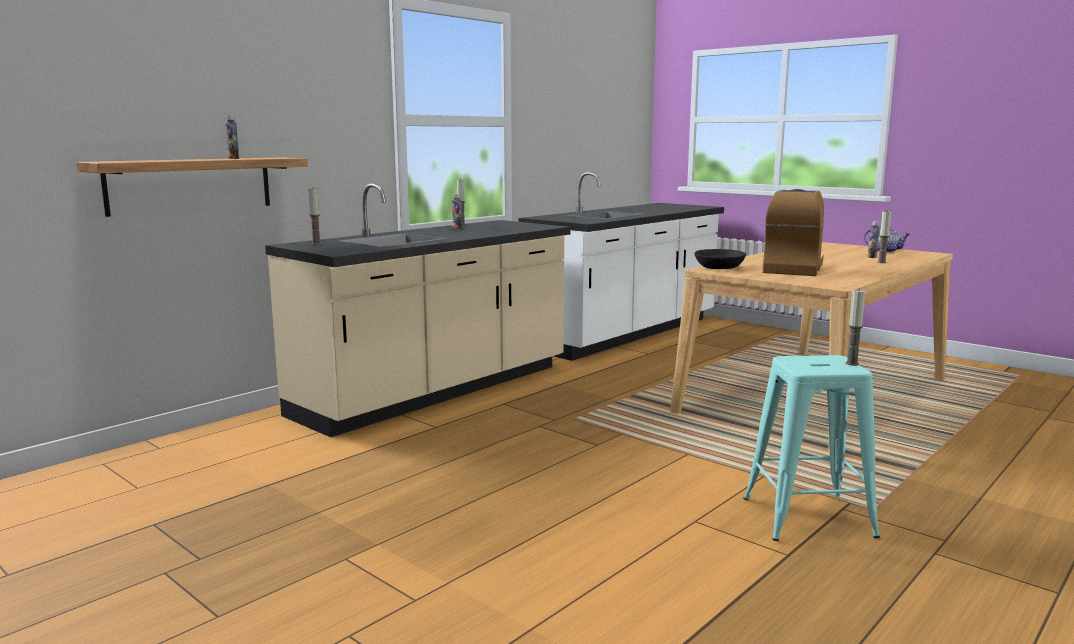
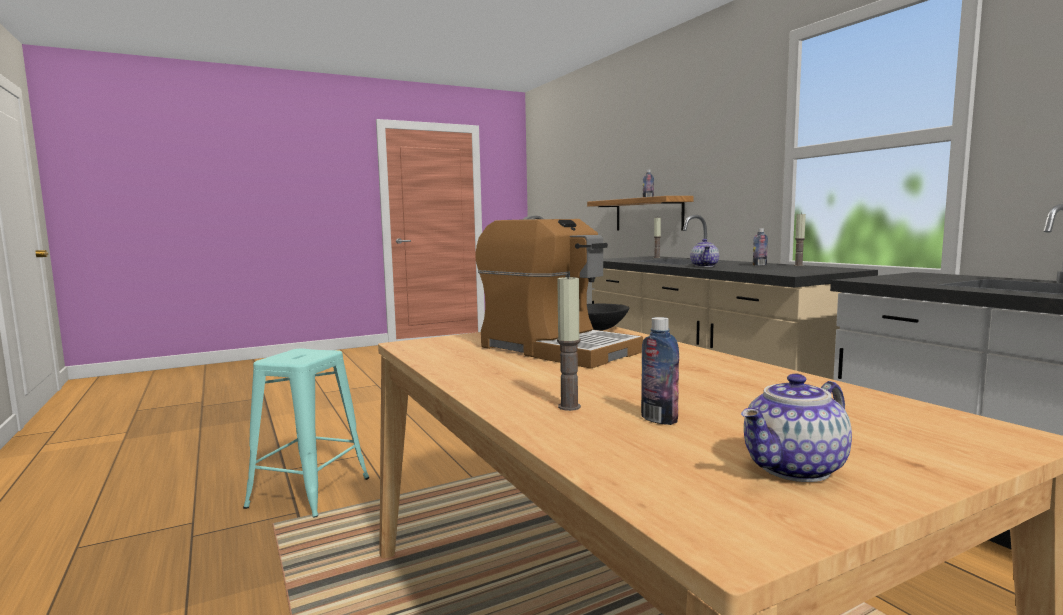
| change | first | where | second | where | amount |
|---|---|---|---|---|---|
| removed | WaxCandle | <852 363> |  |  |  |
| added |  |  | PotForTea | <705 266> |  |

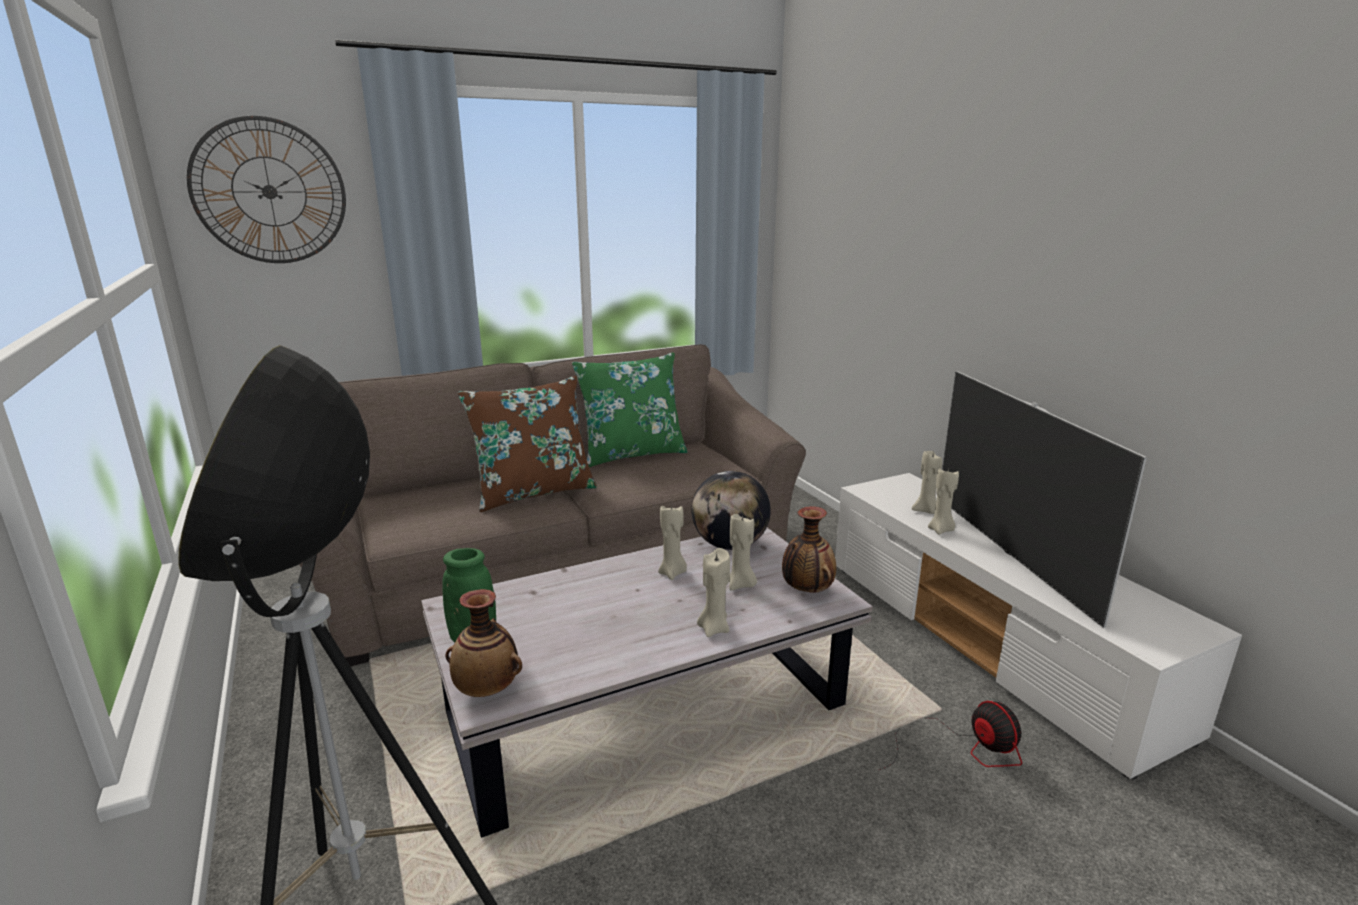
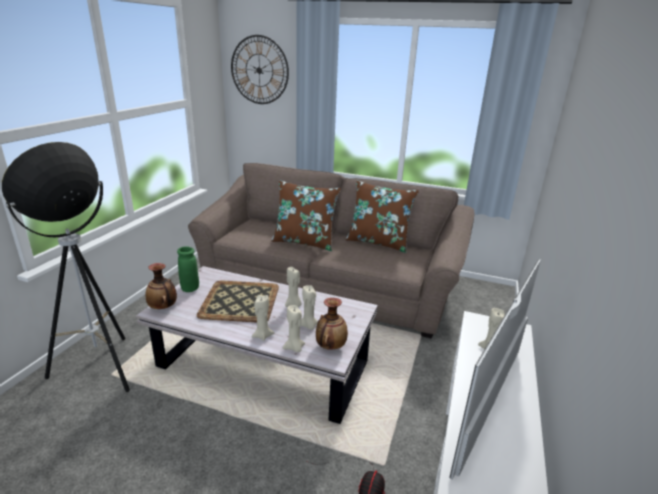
| change | first | where | second | where | amount |
|---|---|---|---|---|---|
| recoloured | GreenishCushion | <632 454> | BrownColouredCushion | <378 242> |  |
| removed | DeskGlobe | <729 545> |  |  |  |
| moved | SandColouredWaxCandle | <941 530> |  | <294 348> |  |
| added |  |  | Tray | <239 301> |  |

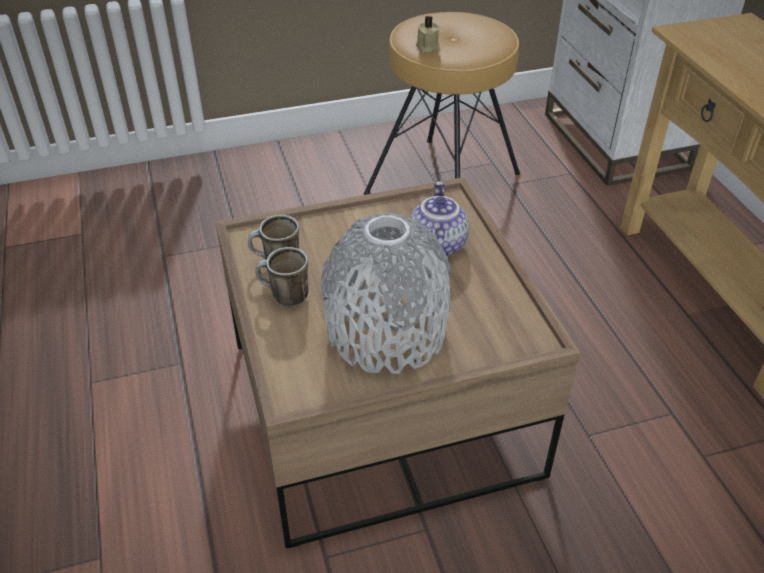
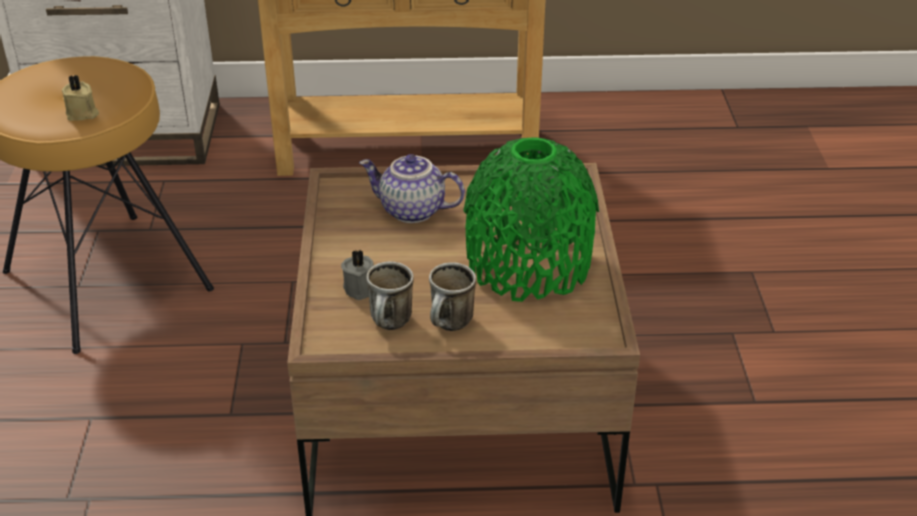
| change | first | where | second | where | amount |
|---|---|---|---|---|---|
| recoloured | GrayVase | <386 331> | GreenishVase | <528 264> |  |
| added |  |  | GrayWaxCandle | <361 288> |  |

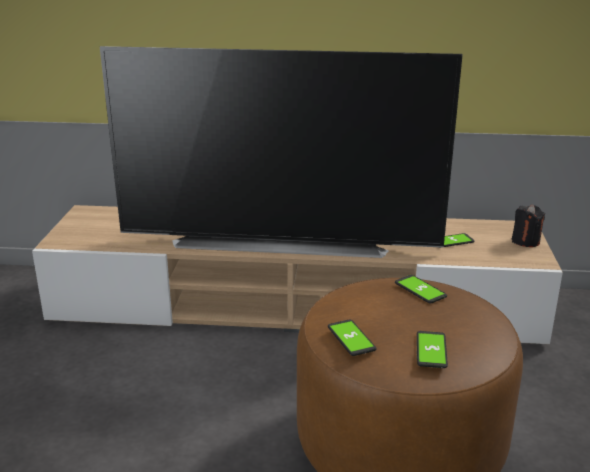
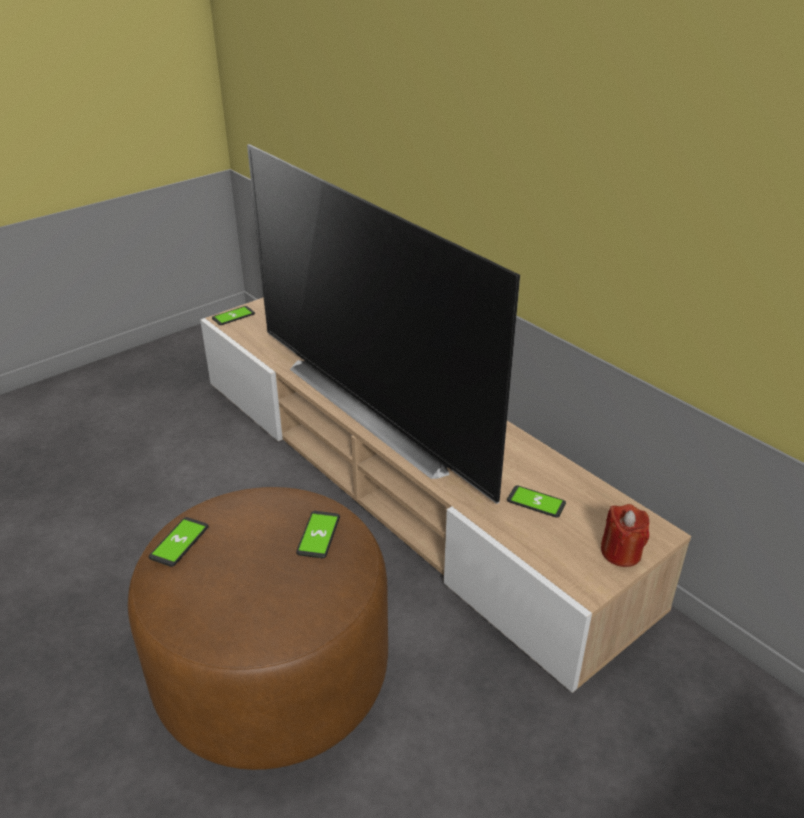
| change | first | where | second | where | amount |
|---|---|---|---|---|---|
| moved | Handset | <431 350> |  | <233 316> |  |
| recoloured | BlackishWaxCandle | <525 241> | RedColouredWaxCandle | <621 552> |  |

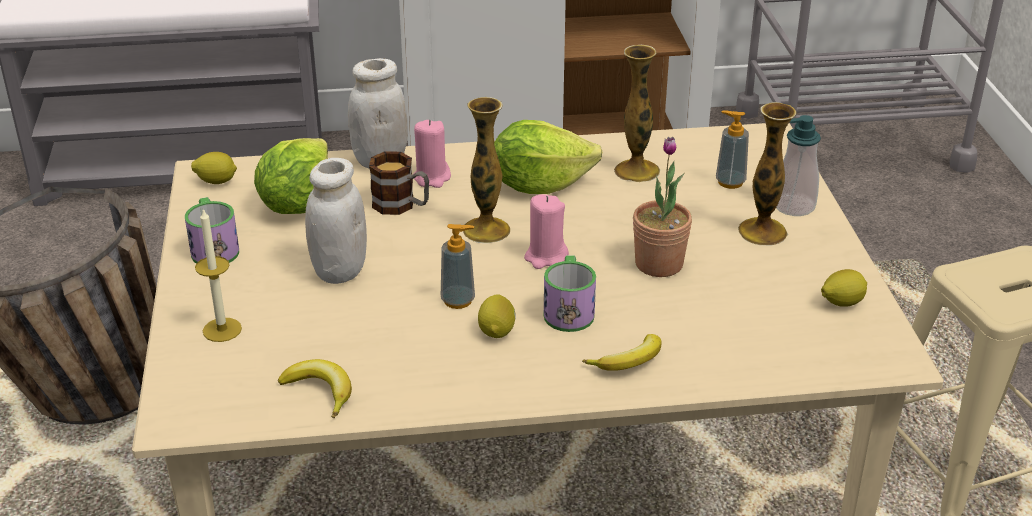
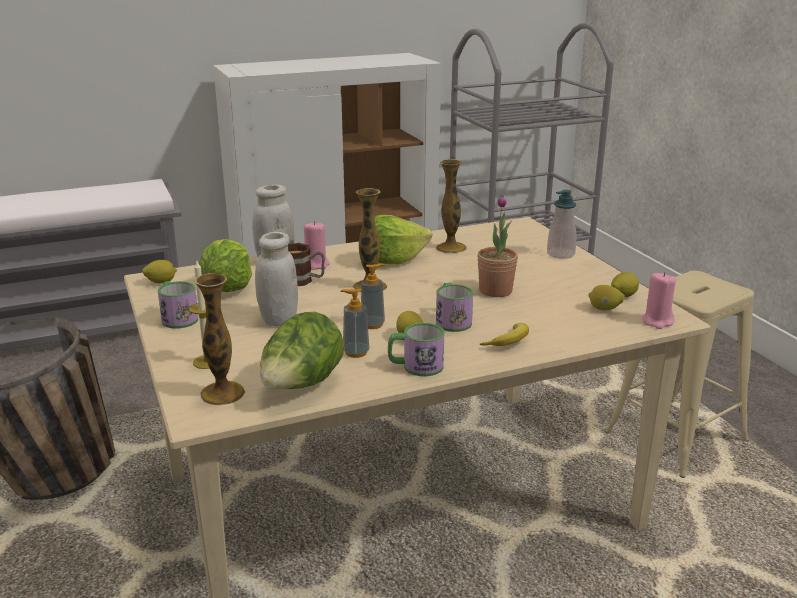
| change | first | where | second | where | amount |
|---|---|---|---|---|---|
| replaced | Banana | <320 391> | HeadOfLettuce | <302 386> |  |
| moved | PinkishWaxCandle | <545 257> |  | <657 321> |  |
| moved | SoapDispenser | <730 182> |  | <356 352> |  |
| moved | Vase | <762 231> |  | <222 393> |  |
| added |  |  | TeaMug | <415 366> |  |
| added |  |  | WholeLemon | <604 309> |  |

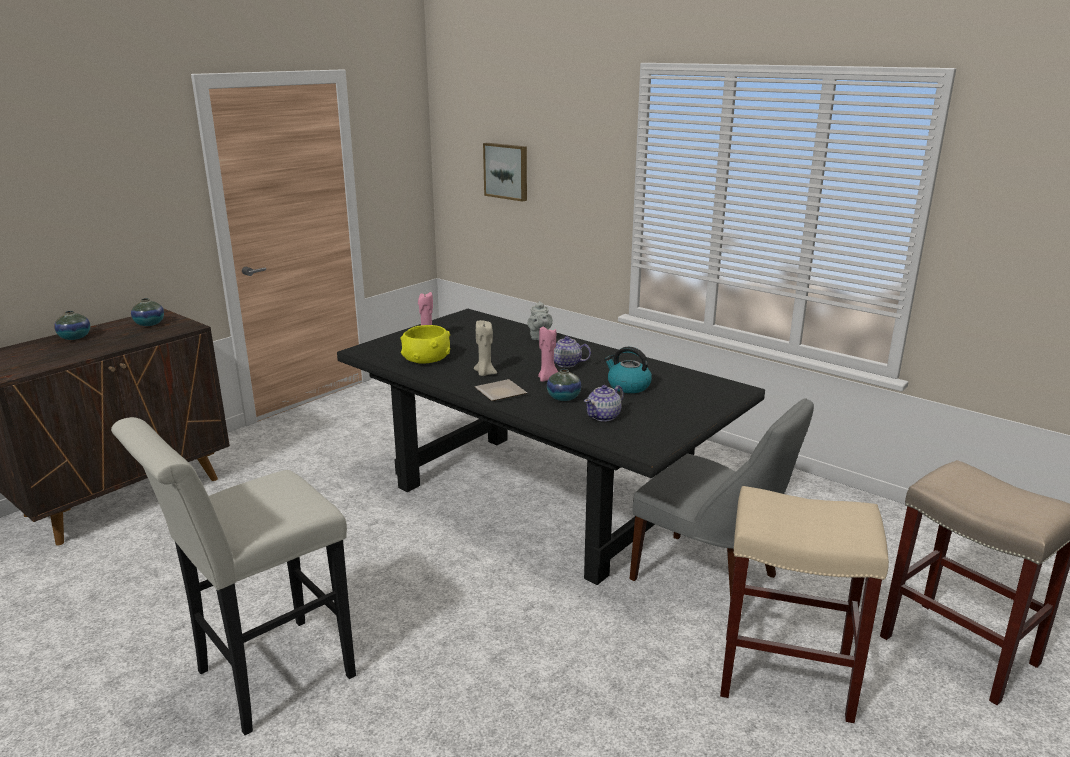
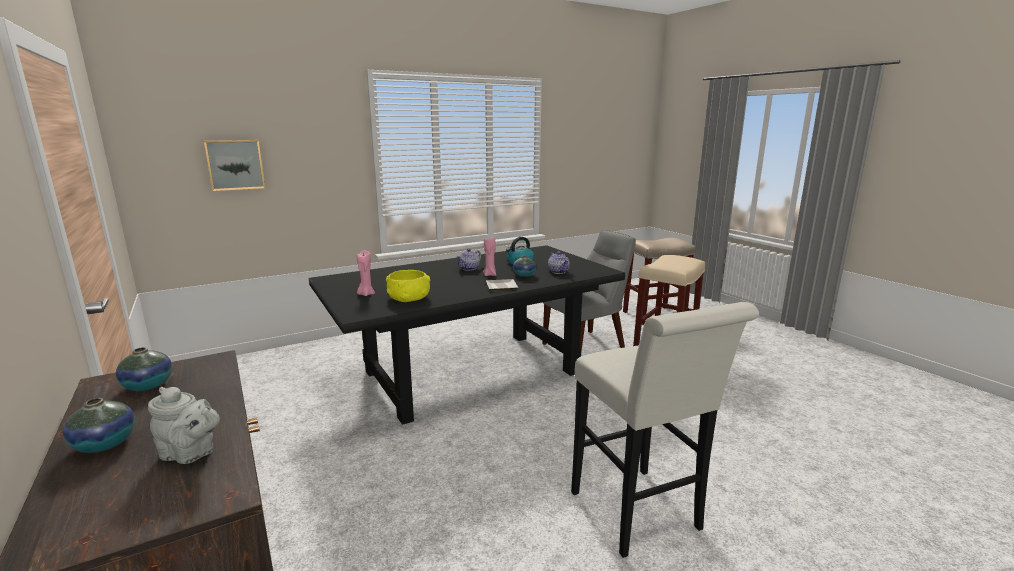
| change | first | where | second | where | amount |
|---|---|---|---|---|---|
| removed | SandColouredWaxCandle | <484 373> |  |  |  |
| moved | GrayPotForTea | <539 338> |  | <191 454> |  |

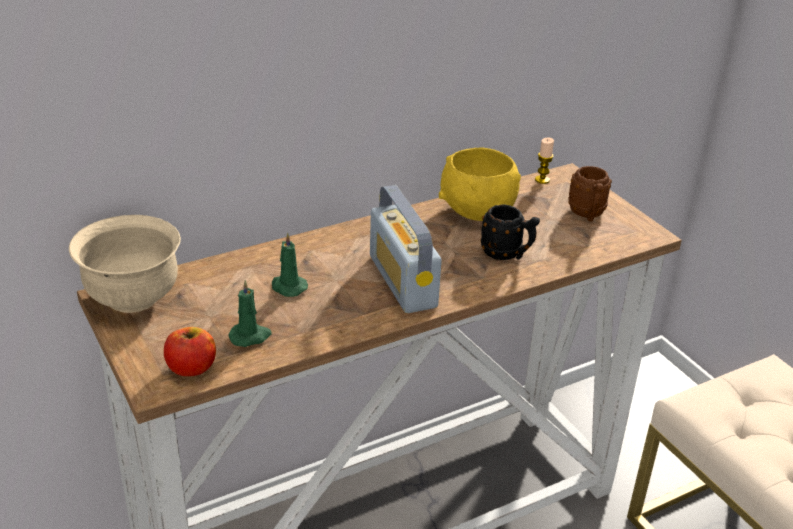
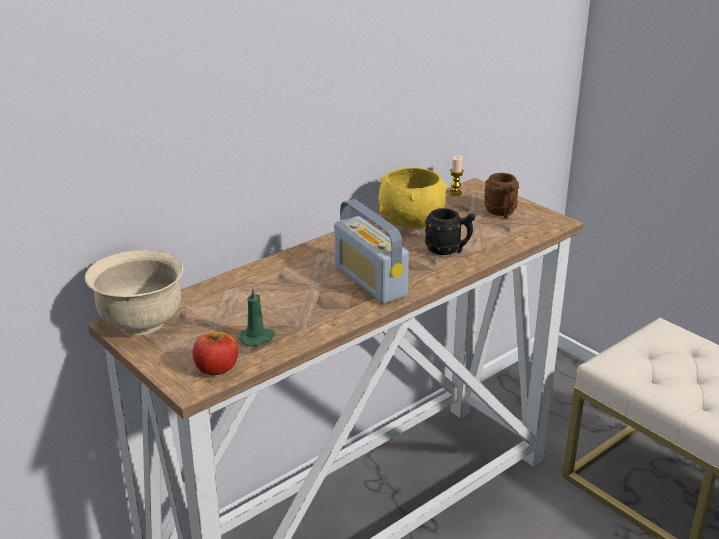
| change | first | where | second | where | amount |
|---|---|---|---|---|---|
| removed | GreenishWaxCandle | <288 287> |  |  |  |

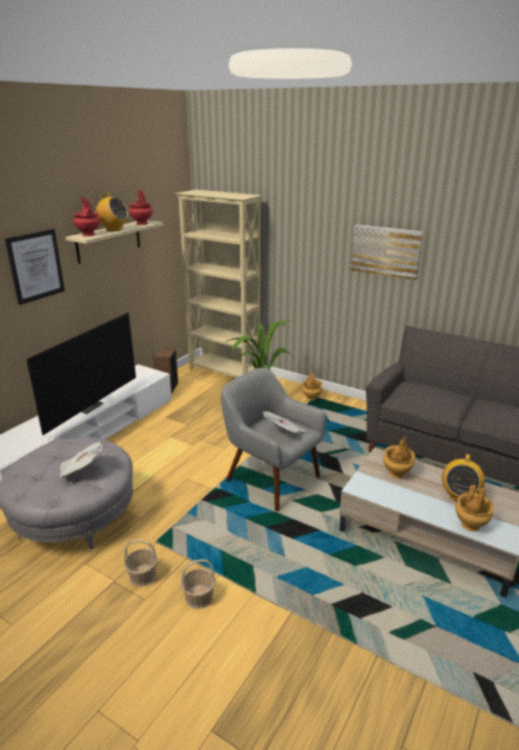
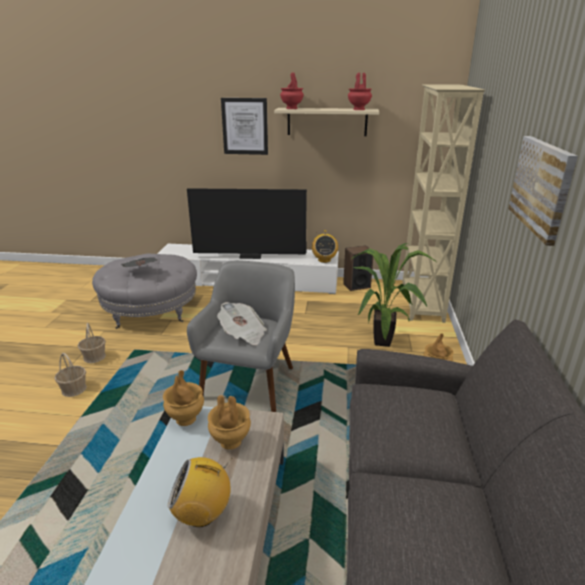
| change | first | where | second | where | amount |
|---|---|---|---|---|---|
| moved | Radio | <113 229> |  | <324 260> |  |
| moved | BrownColouredVase | <469 525> |  | <186 418> |  |

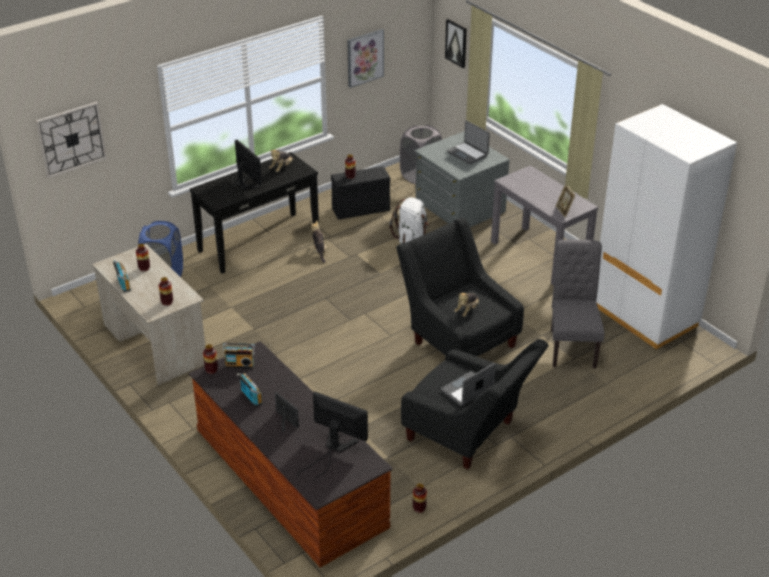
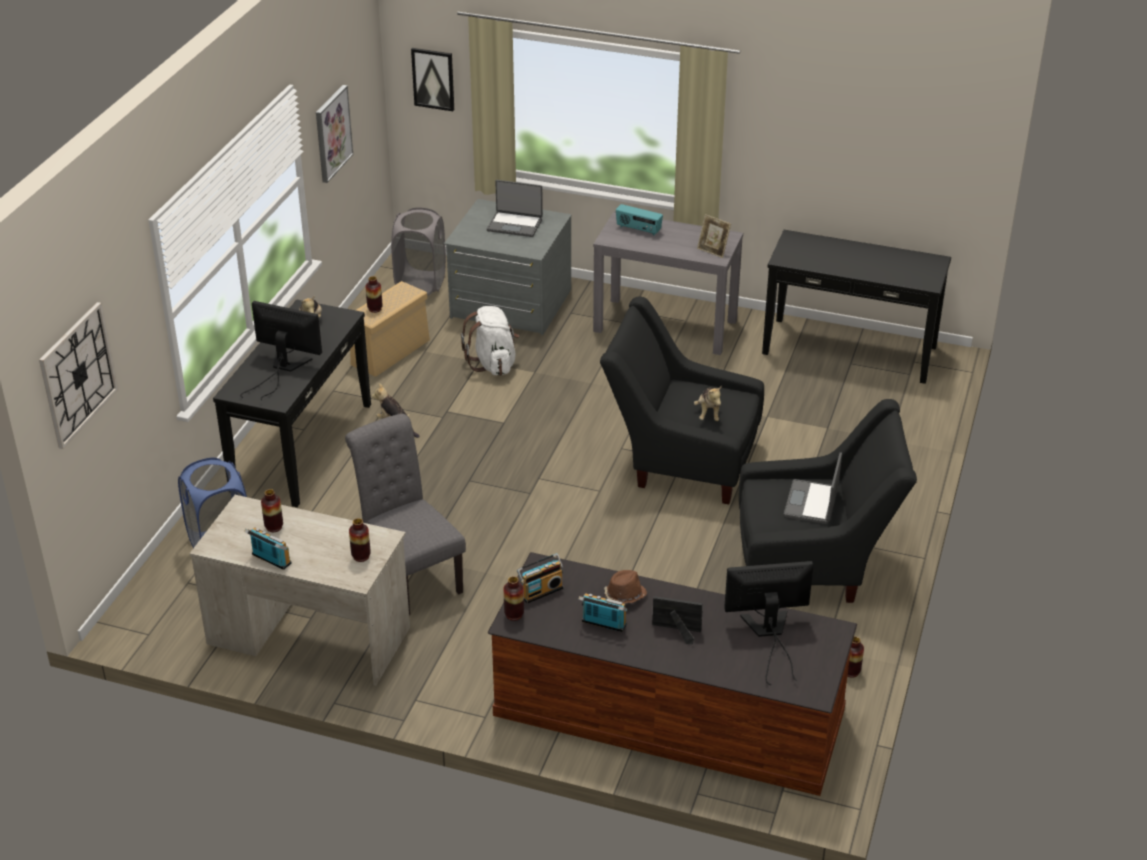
| change | first | where | second | where | amount |
|---|---|---|---|---|---|
| recoloured | BlackishStorageBox | <361 209> | SandColouredStorageBox | <391 352> |  |
| moved | GrayPlainChair | <571 345> |  | <409 575> |  |
| replaced | WhitishClothesCupboard | <644 316> | BlackishNarrowTable | <849 350> |  |
| added |  |  | BrownColouredClothingHat | <624 595> |  |
| added |  |  | Radio | <638 229> |  |

